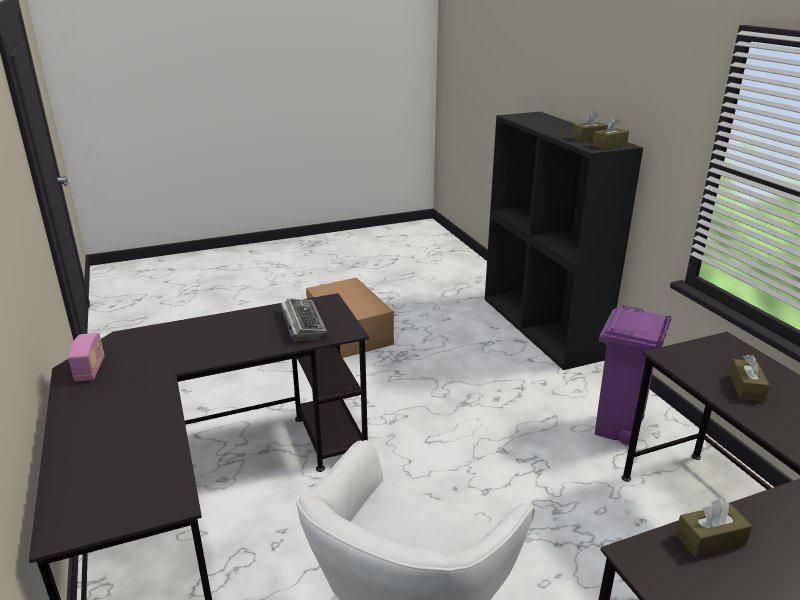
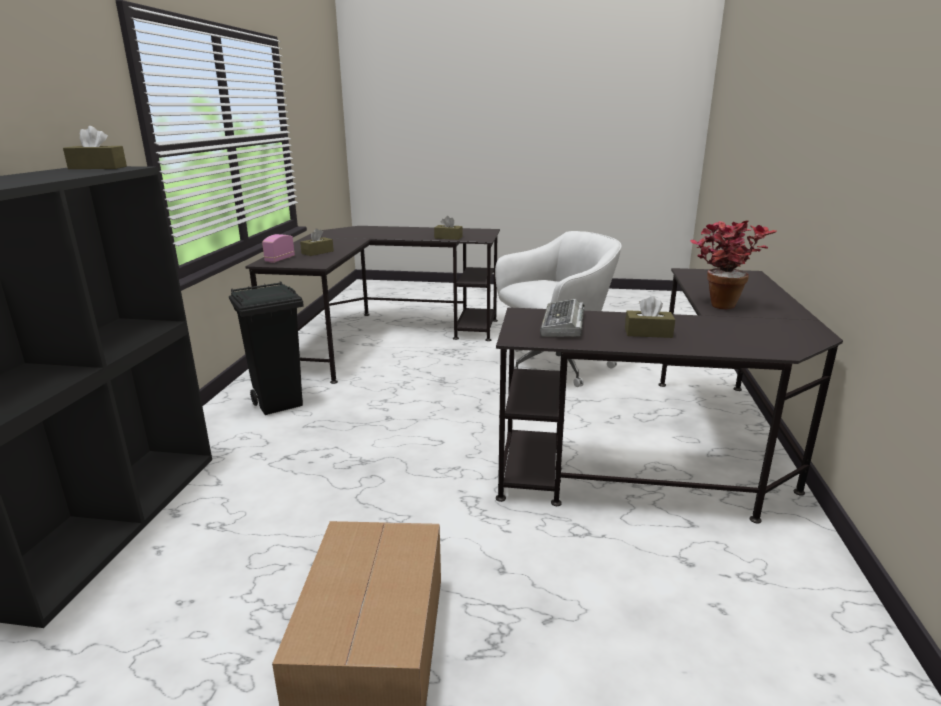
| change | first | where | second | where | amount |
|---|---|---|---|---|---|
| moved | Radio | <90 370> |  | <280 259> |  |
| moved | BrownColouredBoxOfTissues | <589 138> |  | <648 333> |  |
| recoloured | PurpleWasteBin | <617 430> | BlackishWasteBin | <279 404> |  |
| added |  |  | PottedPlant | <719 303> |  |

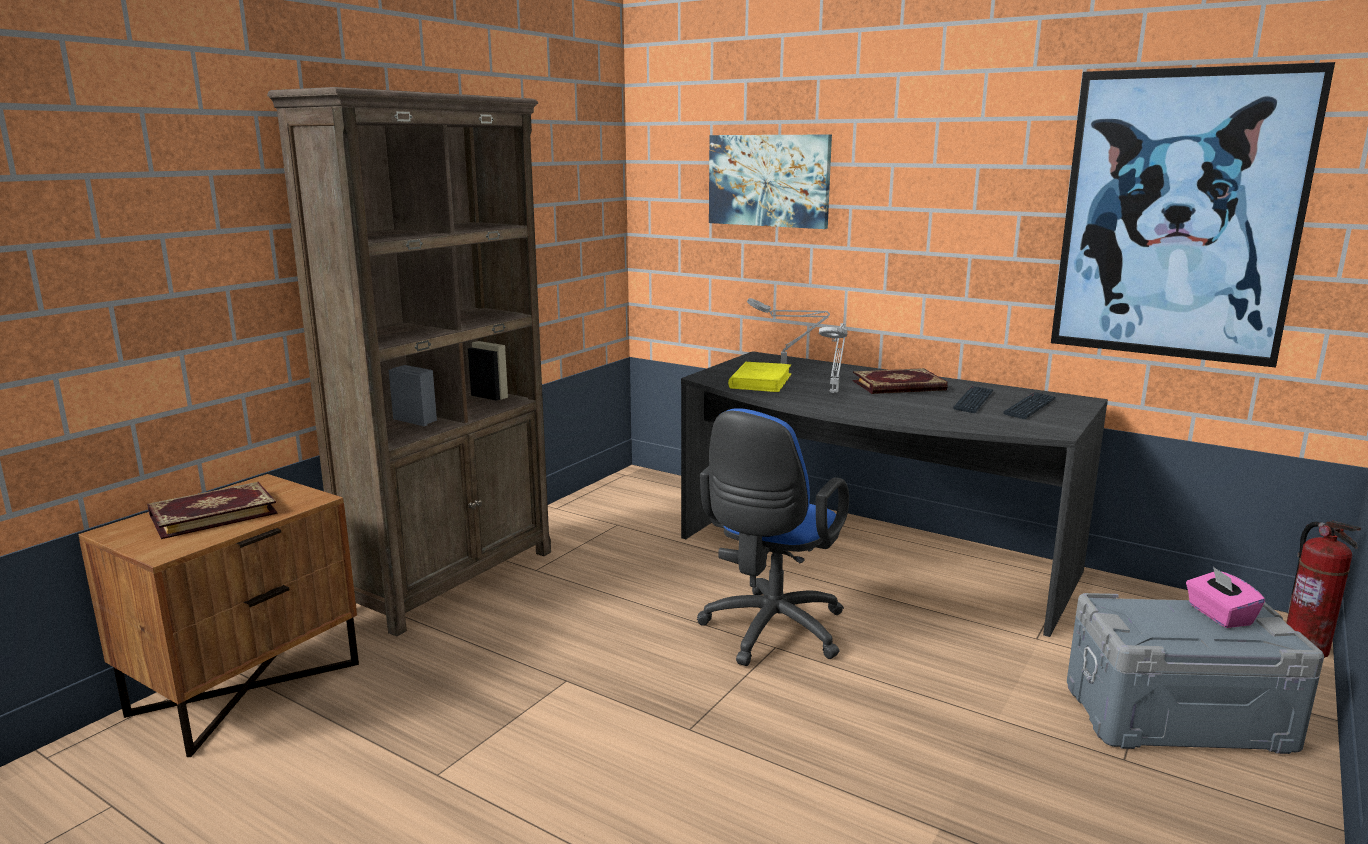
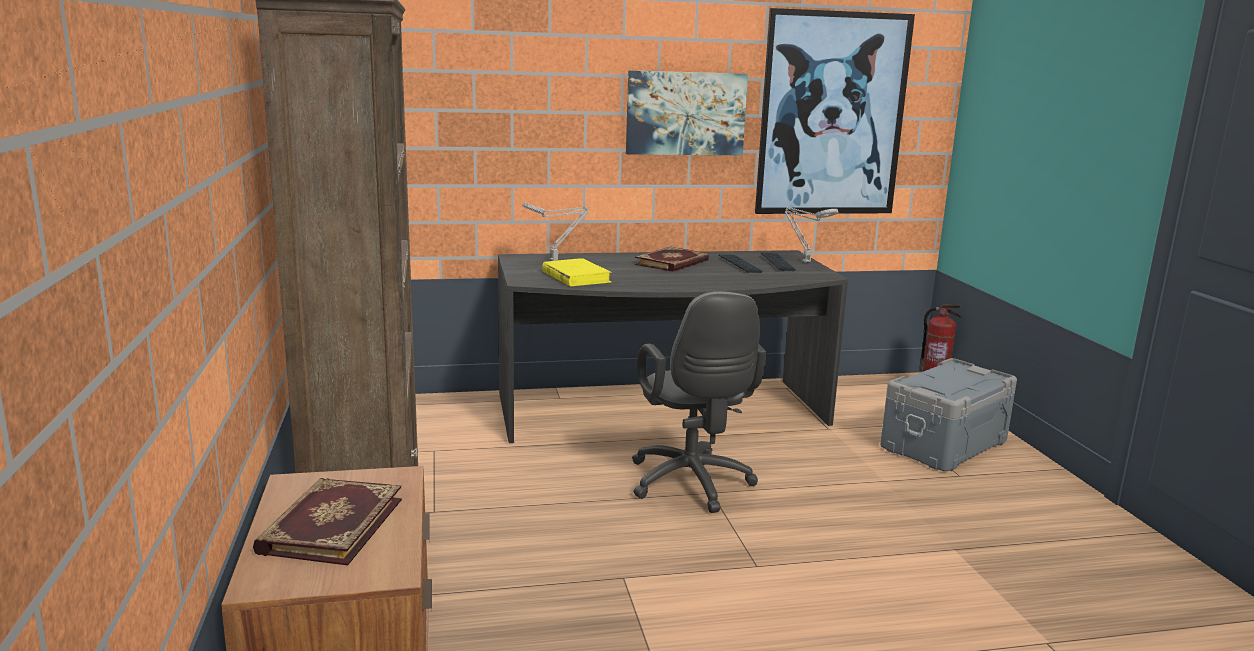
| change | first | where | second | where | amount |
|---|---|---|---|---|---|
| recoloured | BlueColouredOfficeChair | <769 633> | GrayOfficeChair | <692 485> |  |
| moved | Picture | <769 180> |  | <685 113> |  |
| moved | GrayTableLamp | <834 391> |  | <804 261> |  |
| removed | PinkishBoxOfTissues | <1219 615> |  |  |  |

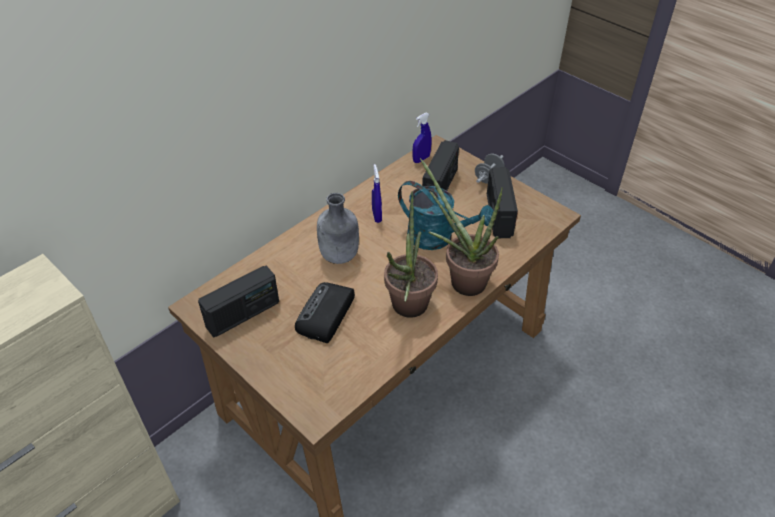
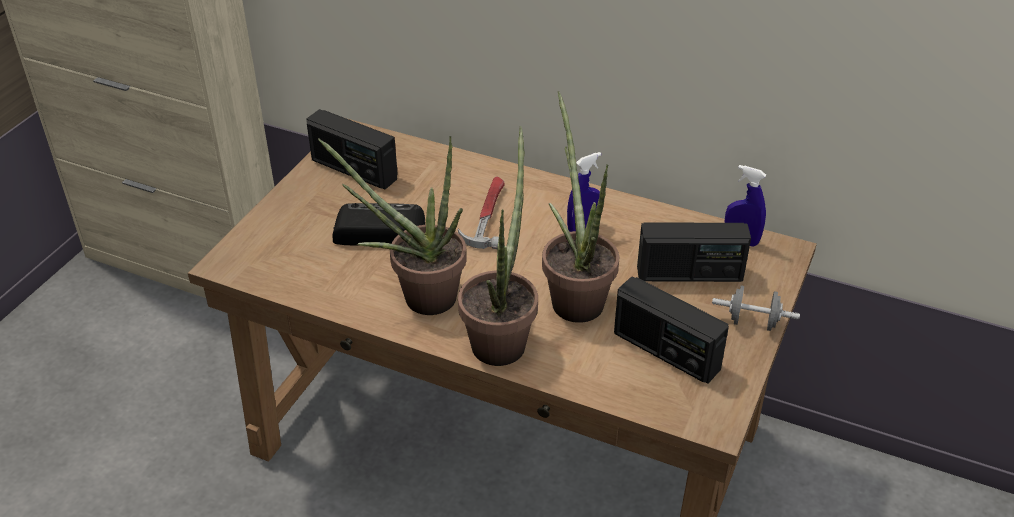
| change | first | where | second | where | amount |
|---|---|---|---|---|---|
| replaced | GrayBottle | <339 256> | Hammer | <486 215> |  |
| replaced | BlueGreenWateringCan | <438 238> | PottedPlant | <574 296> |  |
| turned | Radio | <498 215> |  | <666 351> | 120 degrees counterclockwise |

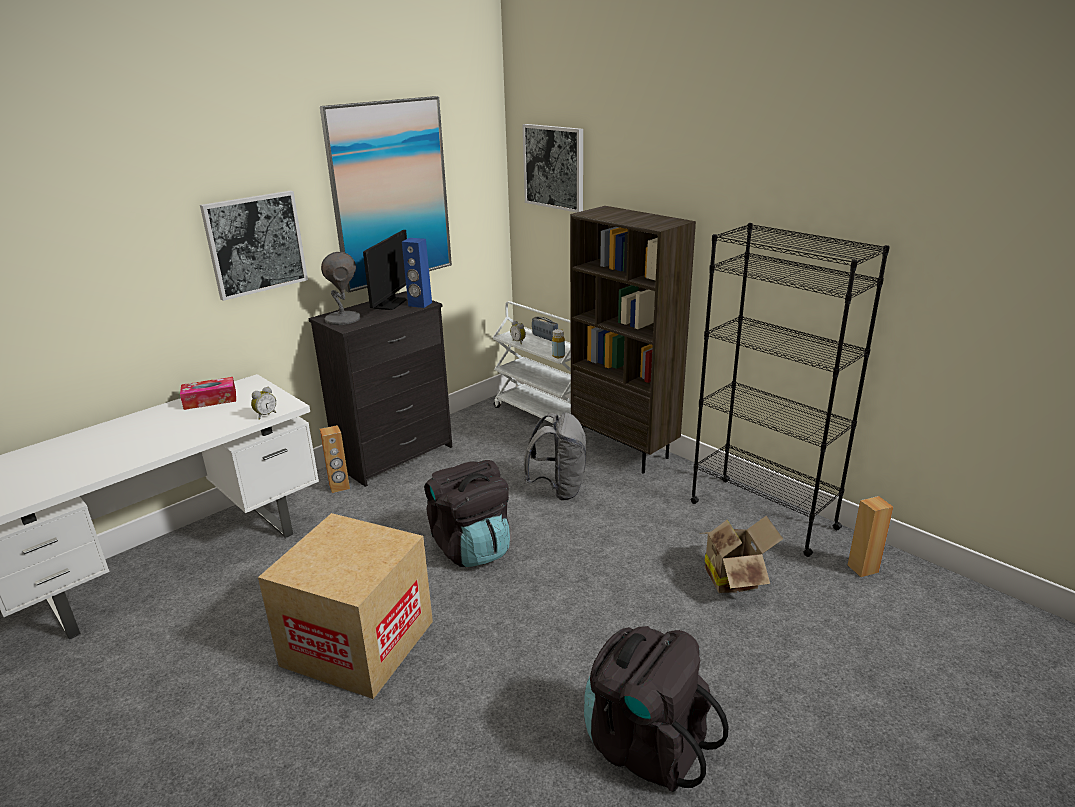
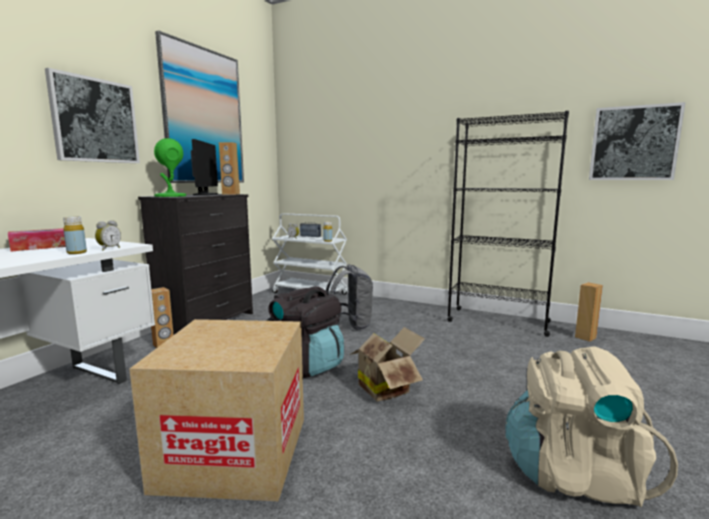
| change | first | where | second | where | amount |
|---|---|---|---|---|---|
| recoloured | GrayTableLamp | <342 319> | GreenishTableLamp | <170 196> |  |
| recoloured | BlueColouredAudioSpeaker | <420 304> | BrownColouredAudioSpeaker | <231 194> |  |
| moved | Picture | <554 167> |  | <633 143> |  |
| removed | BrownColouredBookshelf | <625 451> |  |  |  |
| recoloured | BlackishBackpack | <645 744> | SandColouredBackpack | <573 474> |  |
| moved | CardboardBox | <734 577> |  | <386 388> |  |
| added |  |  | YellowishBottle | <77 253> |  |

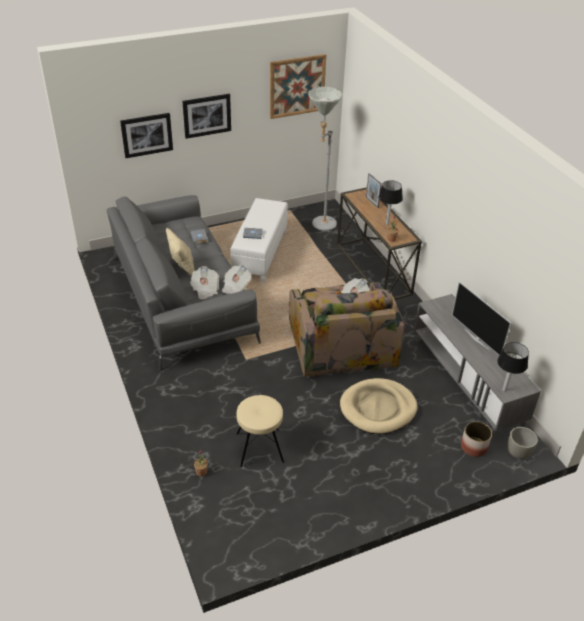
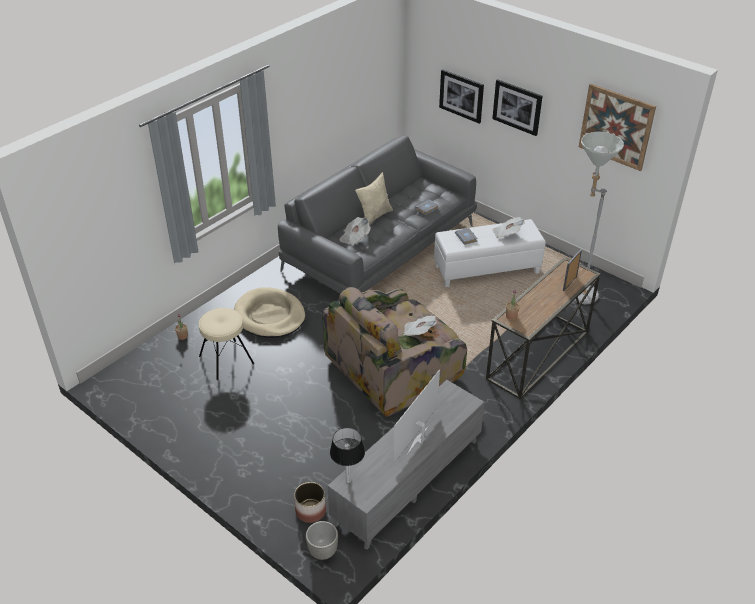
| change | first | where | second | where | amount |
|---|---|---|---|---|---|
| moved | DailyPaper | <235 286> |  | <507 234> |  |
| moved | SandColouredDogBed | <378 408> |  | <270 316> |  |
| removed | TableLamp | <387 224> |  |  |  |

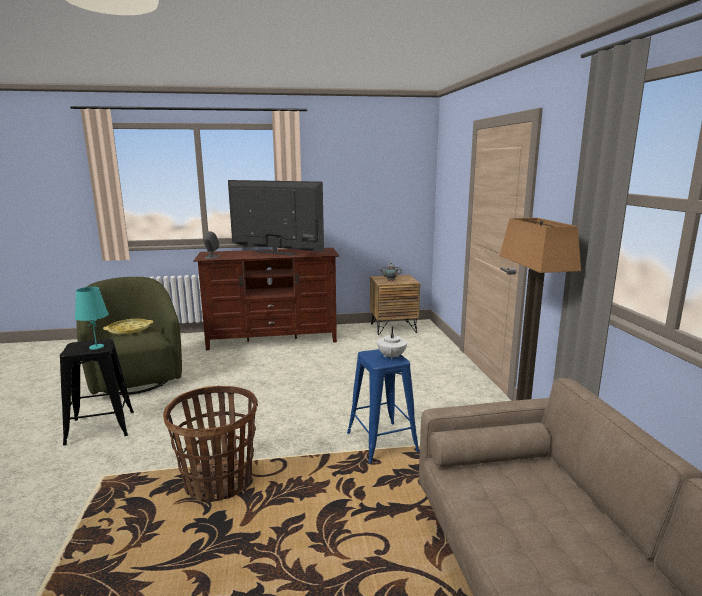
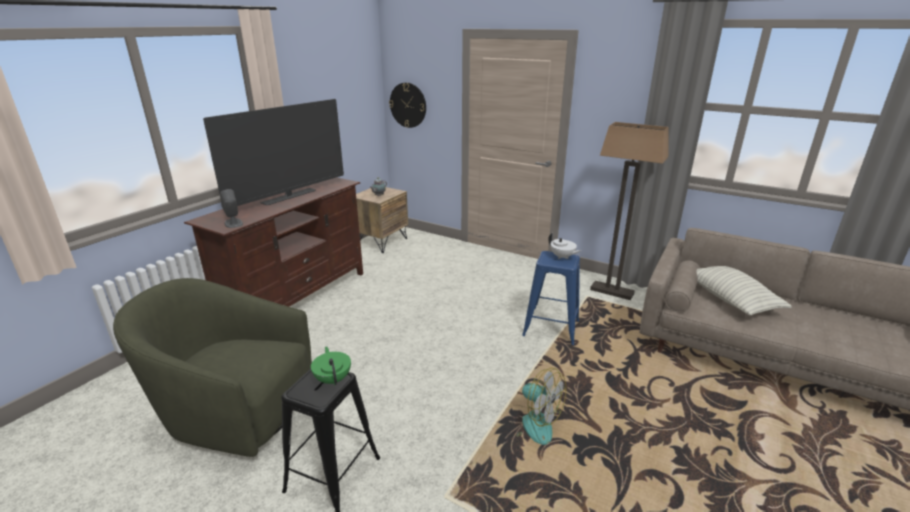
| change | first | where | second | where | amount |
|---|---|---|---|---|---|
| replaced | BlueGreenTableLamp | <96 347> | GreenishPotForTea | <333 379> |  |
| removed | YellowishTray | <129 330> |  |  |  |
| replaced | StorageBasket | <218 482> | CoolingFan | <529 424> |  |
| turned | Tv | <275 253> |  | <289 197> | 150 degrees clockwise |
| added |  |  | HangingClock | <408 105> |  |
| added |  |  | Cushion | <729 299> |  |

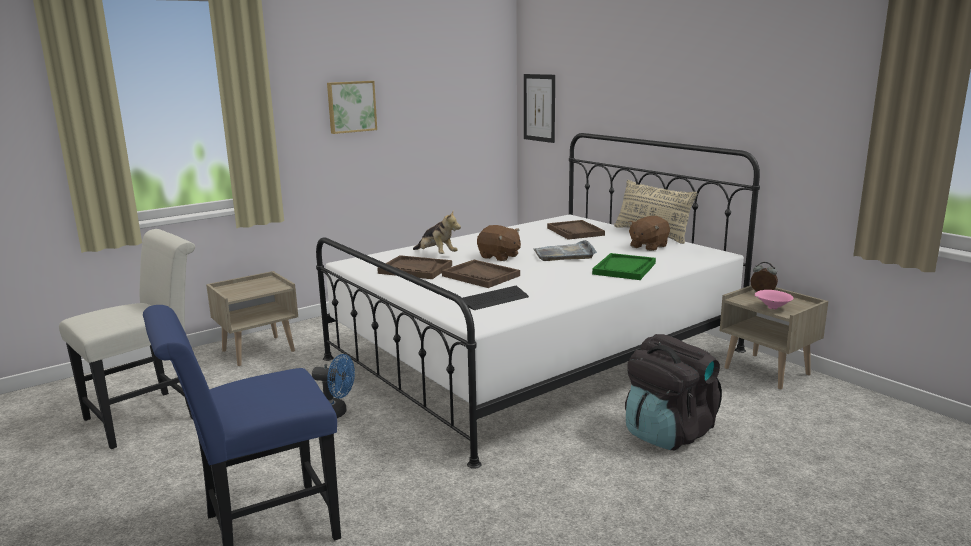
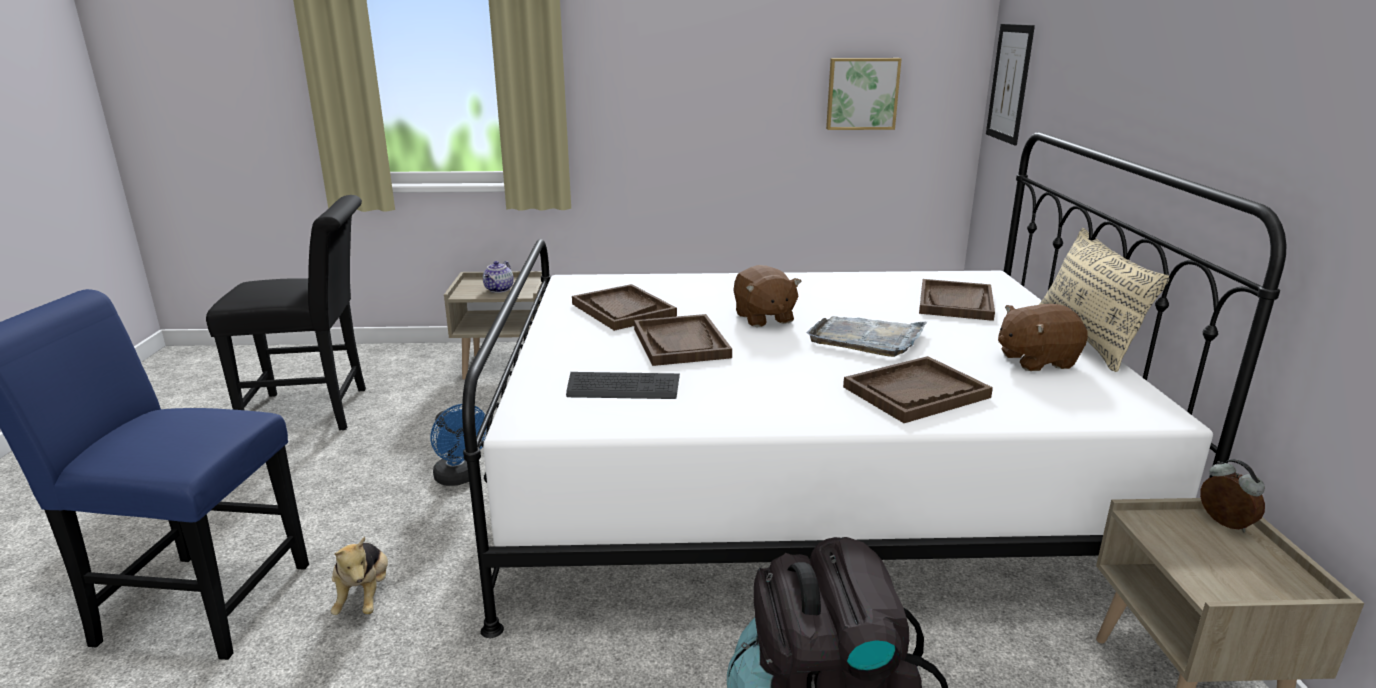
| change | first | where | second | where | amount |
|---|---|---|---|---|---|
| recoloured | WhitishPlainChair | <150 416> | BlackishPlainChair | <317 411> |  |
| moved | Picture | <351 106> |  | <862 93> |  |
| moved | CuddlyToy | <436 255> |  | <364 597> |  |
| recoloured | GreenishTray | <624 269> | BrownColouredTray | <916 392> |  |
| removed | PinkishBowl | <771 308> |  |  |  |
| added |  |  | PotForTea | <499 289> |  |

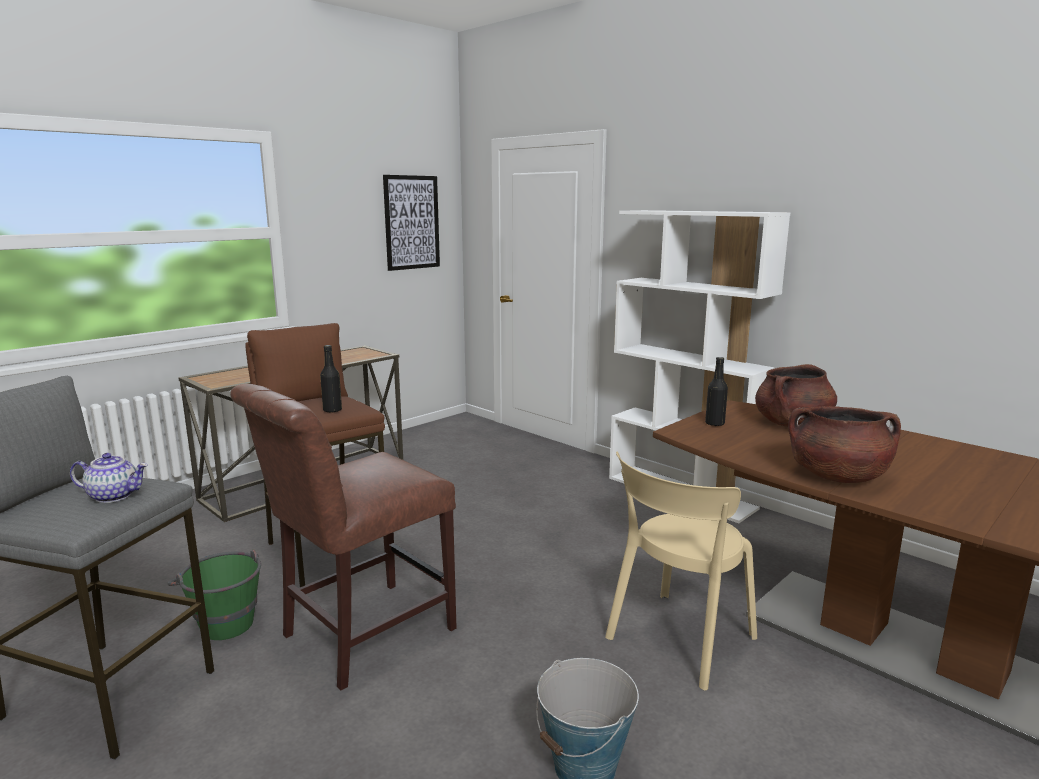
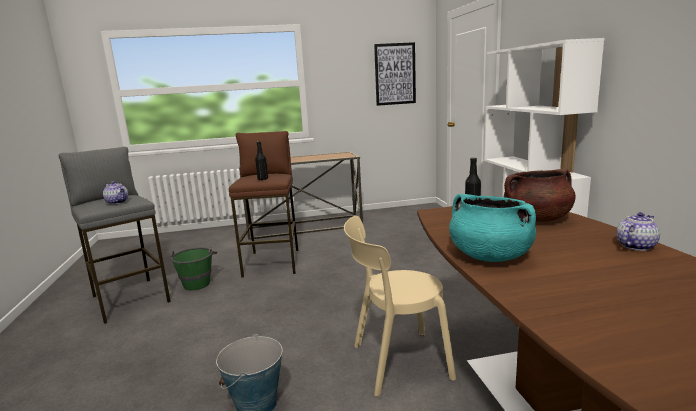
| change | first | where | second | where | amount |
|---|---|---|---|---|---|
| removed | BrownColouredPlainChair | <360 635> |  |  |  |
| recoloured | BrownColouredSaucepot | <837 476> | BlueGreenSaucepot | <489 256> |  |
| added |  |  | PotForTea | <635 246> |  |

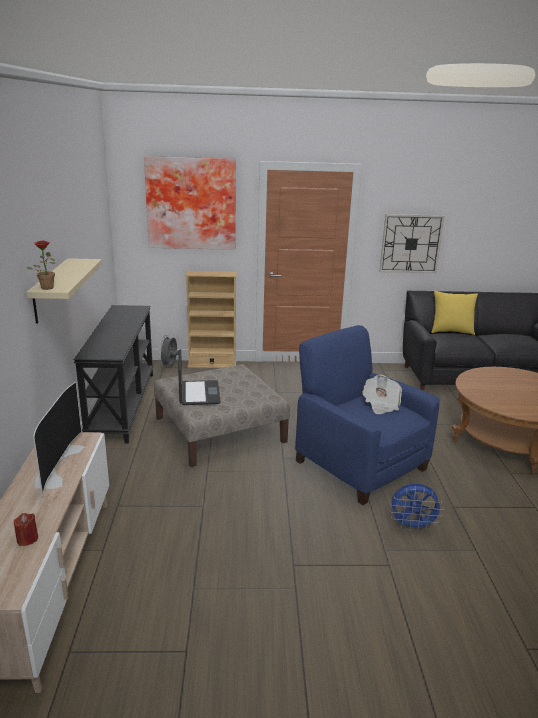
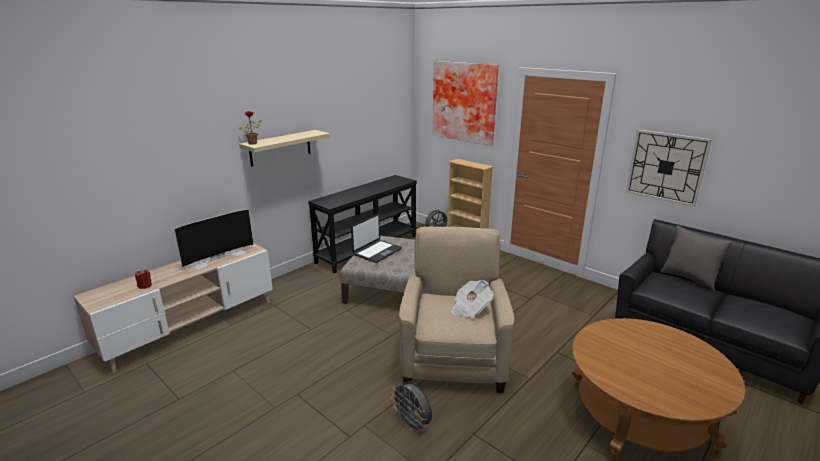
| change | first | where | second | where | amount |
|---|---|---|---|---|---|
| recoloured | BlueColouredLoungeChair | <359 464> | SandColouredLoungeChair | <453 358> |  |
| recoloured | BlueColouredCoolingFan | <412 526> | GrayCoolingFan | <413 424> |  |
| recoloured | YellowishCushion | <451 332> | GrayCushion | <688 278> |  |

